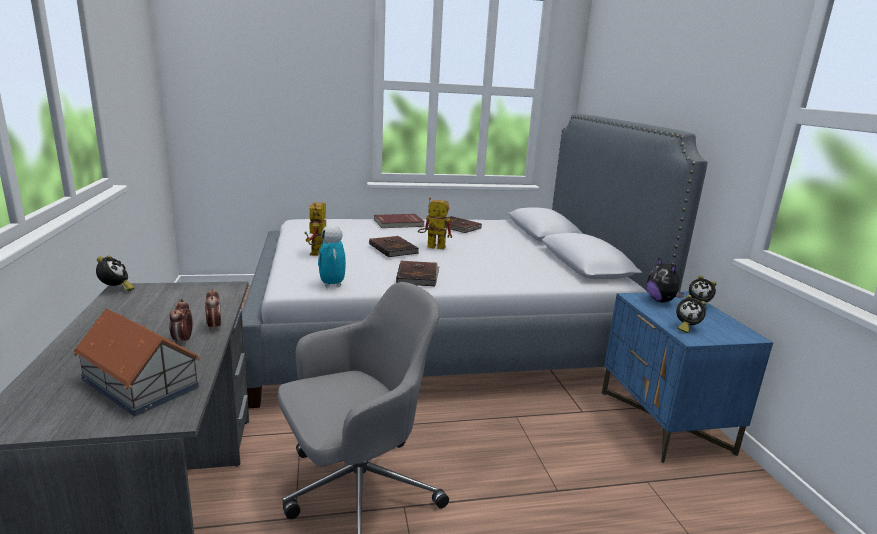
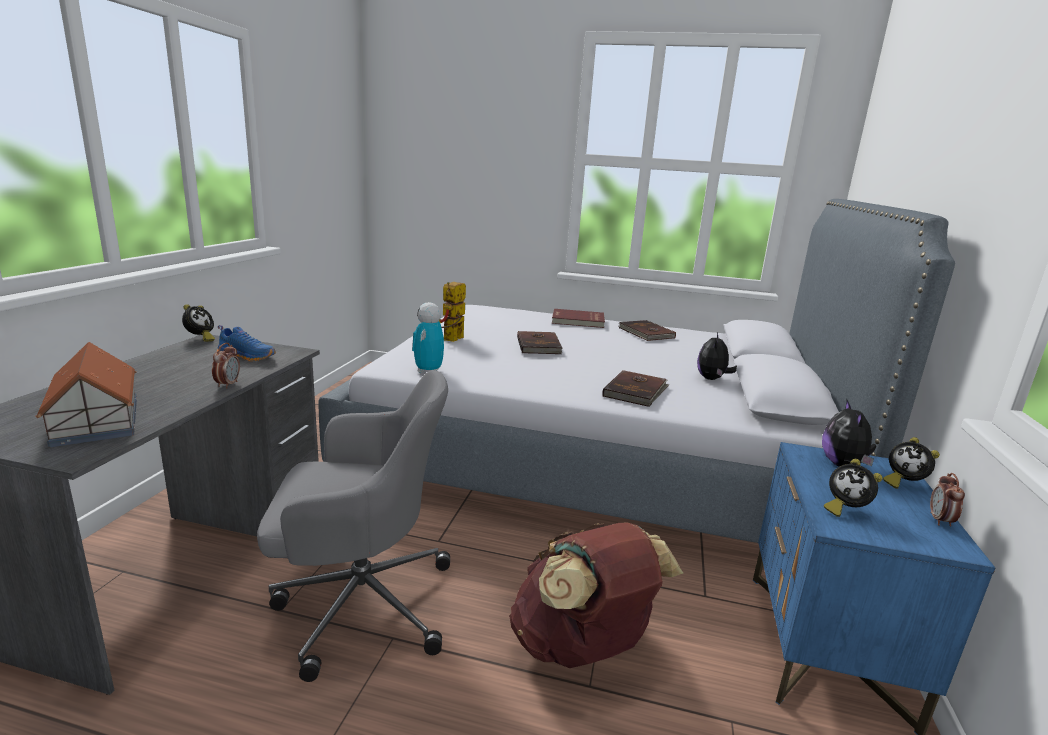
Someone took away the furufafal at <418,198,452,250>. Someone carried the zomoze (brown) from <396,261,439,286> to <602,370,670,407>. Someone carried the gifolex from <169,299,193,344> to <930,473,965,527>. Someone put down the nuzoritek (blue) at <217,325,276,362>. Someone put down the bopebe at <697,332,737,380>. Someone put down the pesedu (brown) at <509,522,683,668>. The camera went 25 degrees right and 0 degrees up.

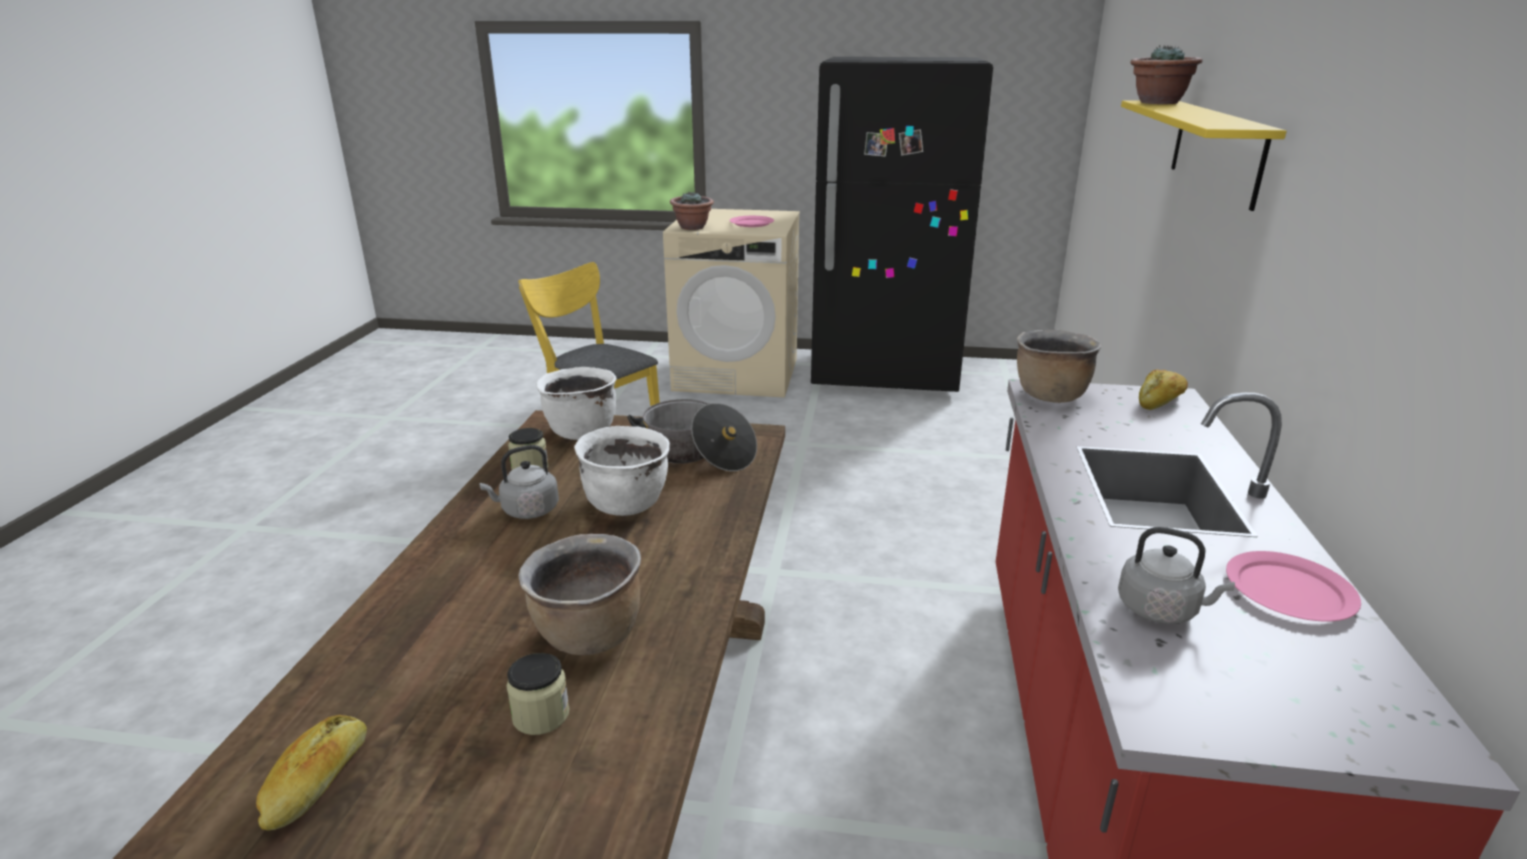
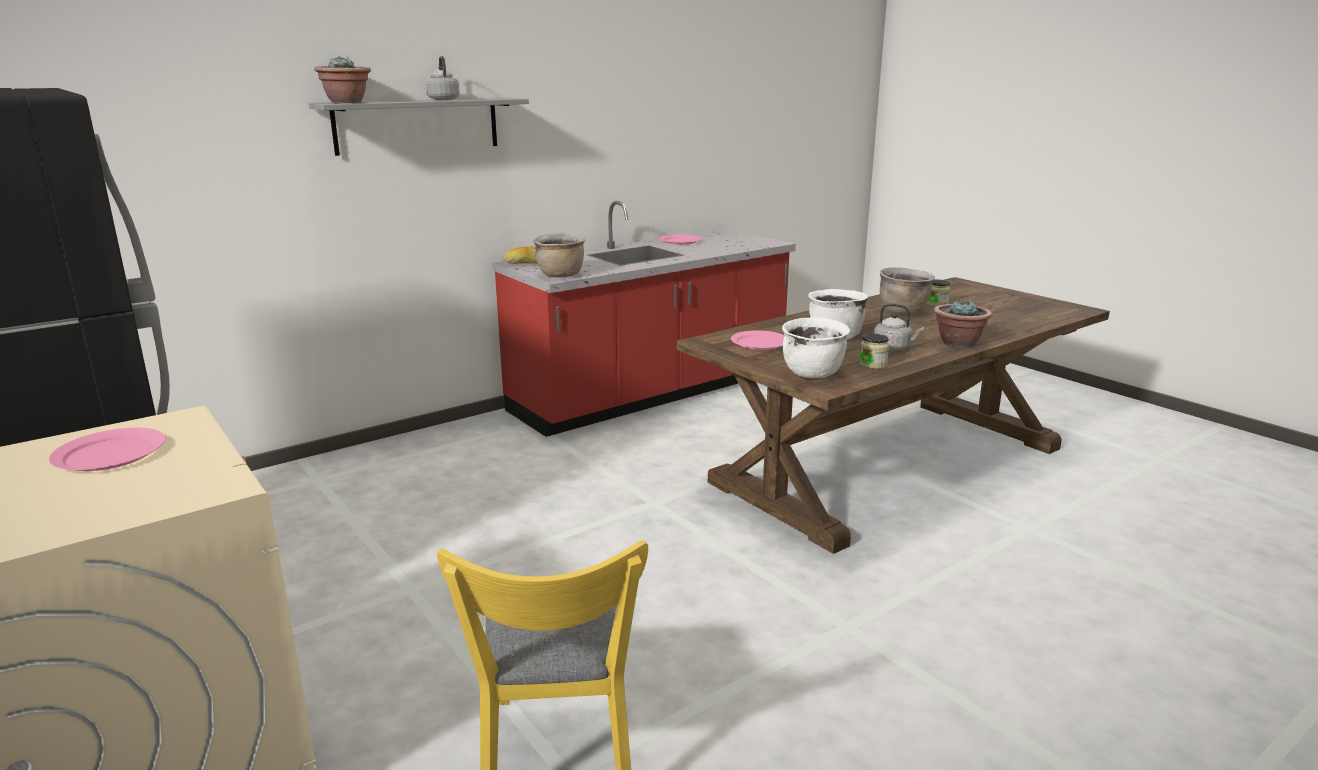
Someone repainted the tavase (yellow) at <1121,100,1287,211>, which became the tavase (grey) at <309,98,529,156>. Someone carried the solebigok from <670,191,714,230> to <934,298,992,348>. Someone swapped the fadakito at <628,399,757,472> for the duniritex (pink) at <731,330,785,350>. Someone carried the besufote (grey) from <1118,527,1235,624> to <425,56,460,100>. Someone took away the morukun at <256,715,367,831>. The camera went 135 degrees left and 5 degrees down.

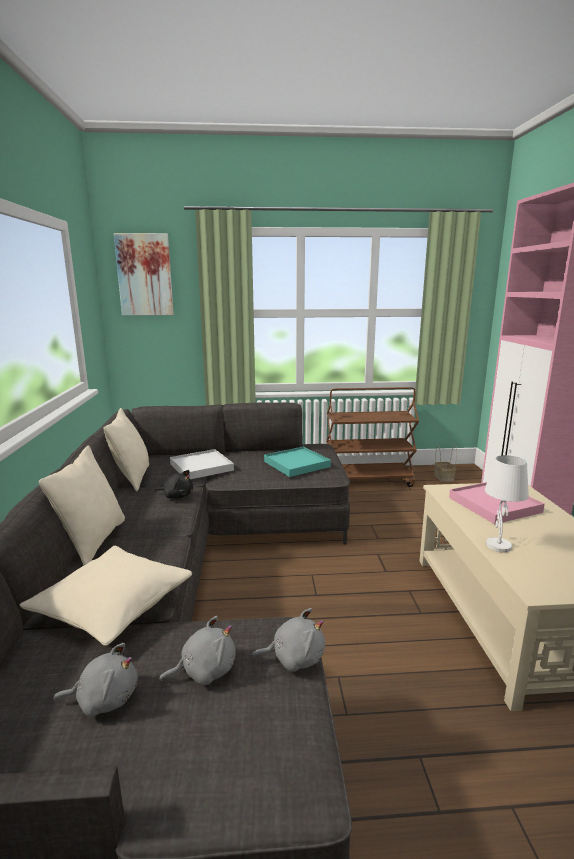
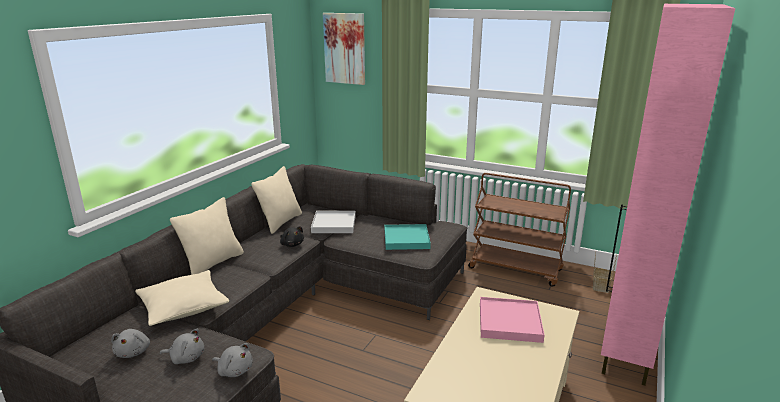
Someone took away the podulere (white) at <485,455,529,552>. Someone rotated the bopebe (grey) at <53,643,138,717> by 60 degrees clockwise. The camera went 30 degrees right and 5 degrees up.

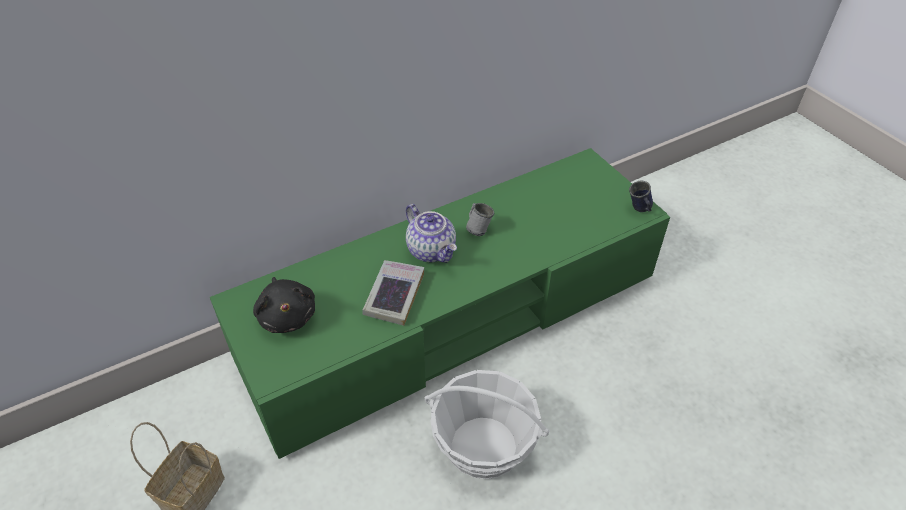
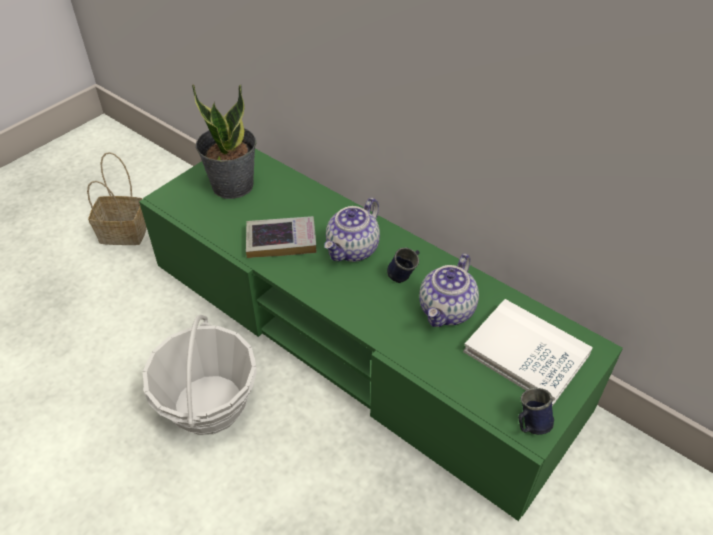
Someone repainted the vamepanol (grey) at <466,203,494,236>, which became the vamepanol (blue) at <387,247,419,283>. Someone swapped the bopebe (black) at <253,277,315,333> for the solebigok at <192,84,256,199>. Someone put down the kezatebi at <419,253,479,327>. Someone put down the zomoze (white) at <463,299,593,406>. The camera went 70 degrees right and 0 degrees up.

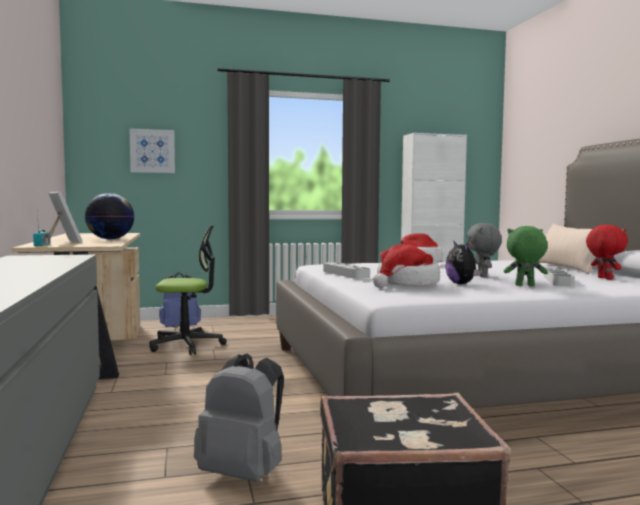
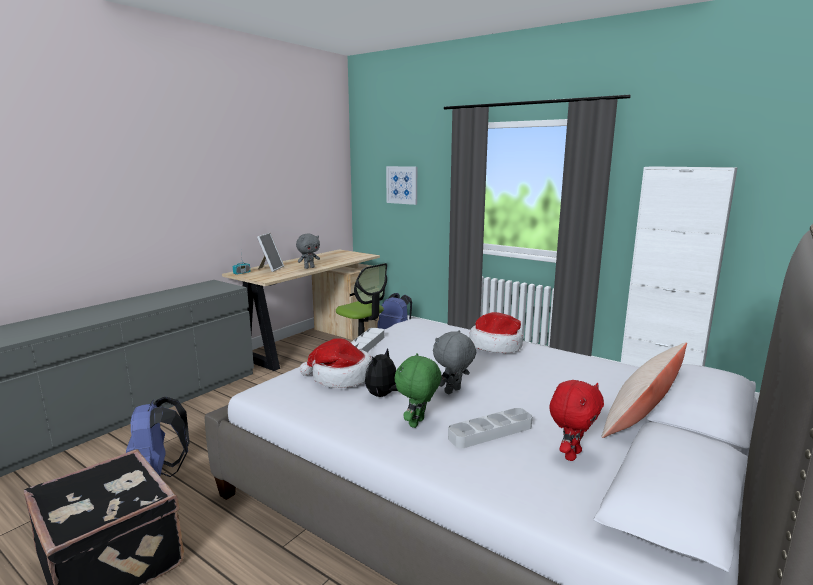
Someone swapped the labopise at <85,193,134,240> for the bopebe (grey) at <296,234,320,269>. Someone rotated the bopebe (green) at <504,226,548,286> by 120 degrees counterclockwise. Someone repainted the pesedu (grey) at <194,354,284,482>, which became the pesedu (blue) at <126,397,190,477>. The camera went 50 degrees right and 10 degrees up.

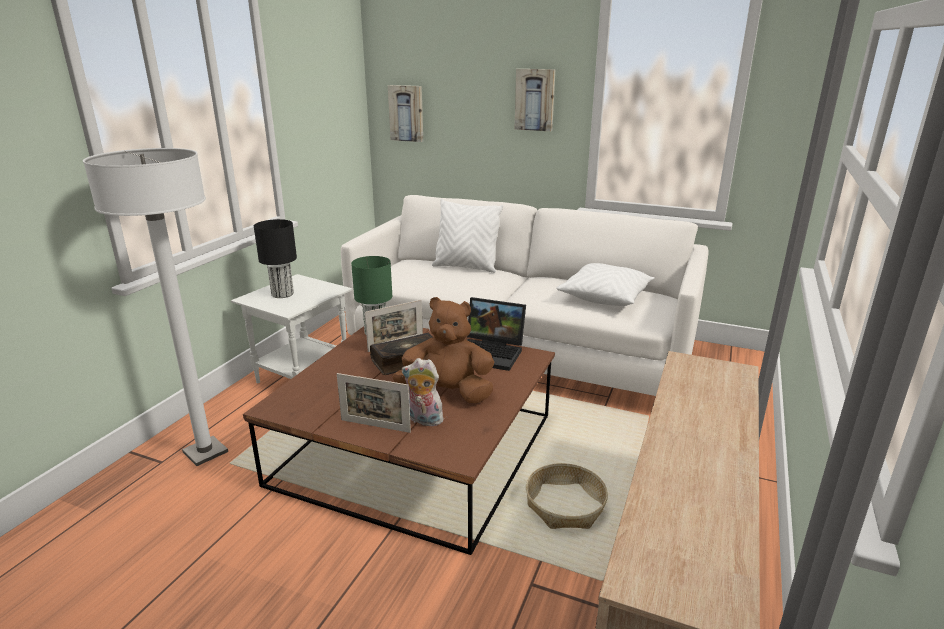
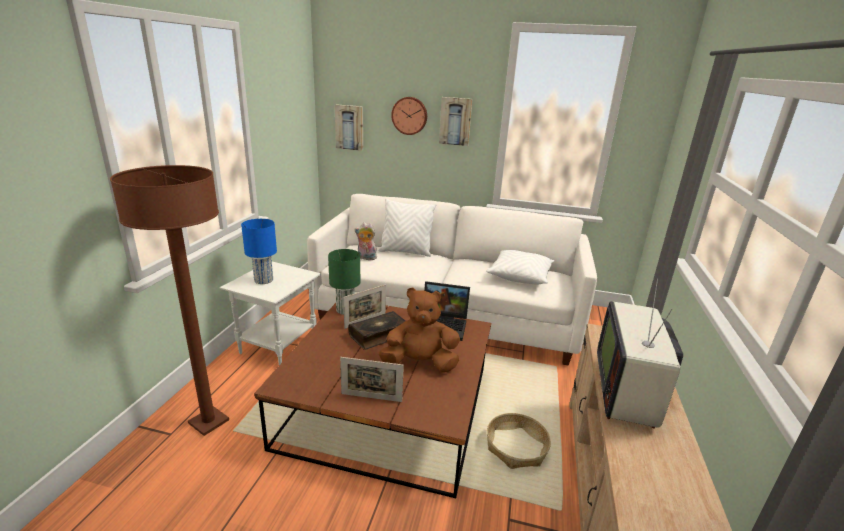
Someone repainted the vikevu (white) at <83,148,228,466>, which became the vikevu (brown) at <110,165,229,436>. Someone repainted the podulere (black) at <254,219,297,298>, which became the podulere (blue) at <241,219,277,284>. Someone carried the bopebe from <402,358,444,426> to <354,222,377,260>. Someone put up the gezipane at <391,97,427,135>. Someone put down the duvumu at <597,279,683,429>. The camera went 10 degrees left and 0 degrees up.

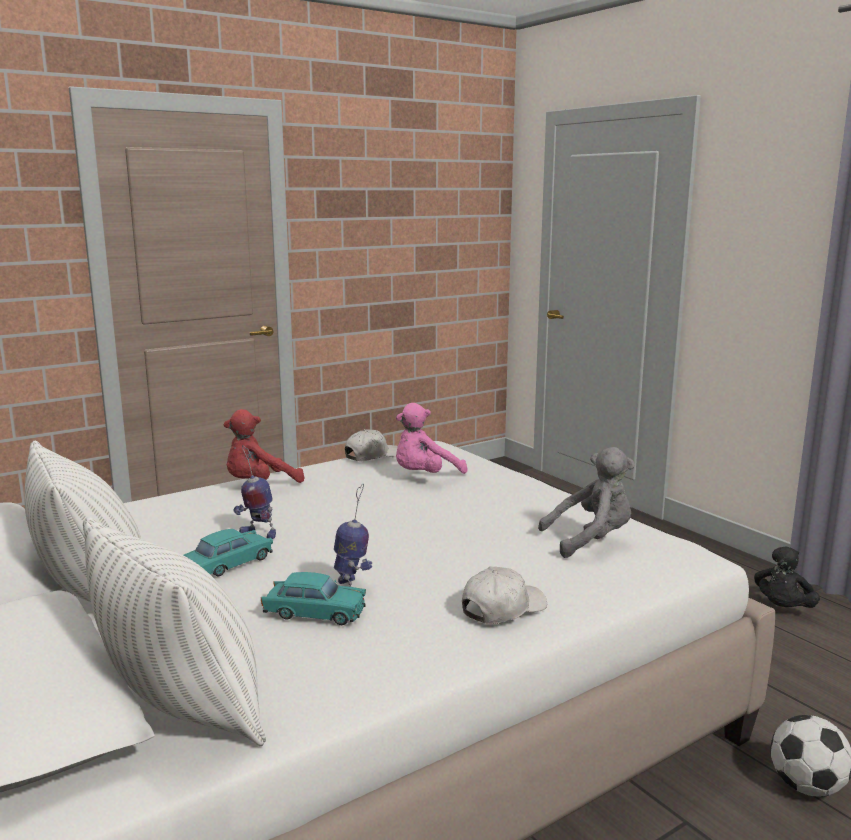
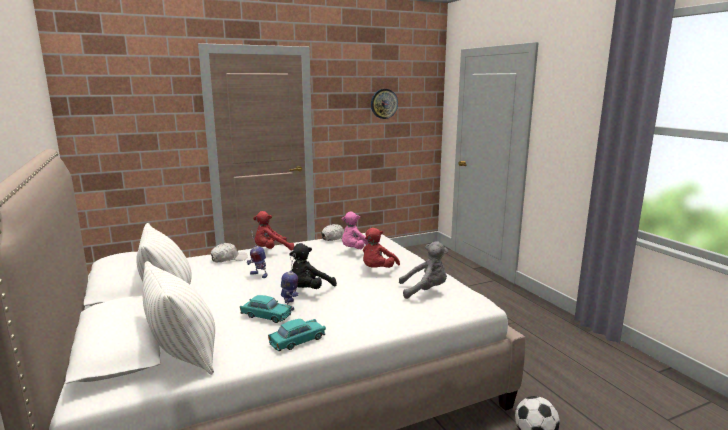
Someone carried the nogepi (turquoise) from <183,529,273,576> to <268,319,326,351>. Someone carried the bopebe (black) from <754,546,820,608> to <289,243,337,289>. Someone carried the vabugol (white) from <462,567,547,624> to <211,243,248,262>. Someone put up the gezipane at <371,89,398,119>. Someone put down the bopebe (red) at <363,228,400,268>. The camera went 10 degrees right and 0 degrees up.

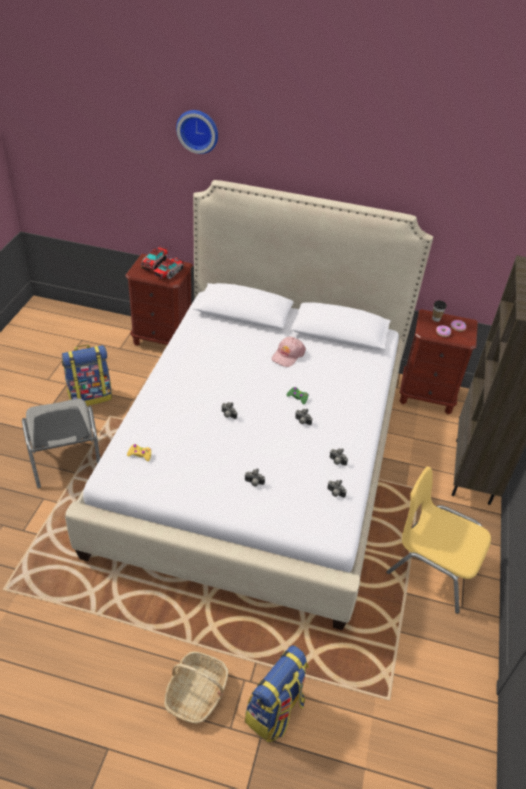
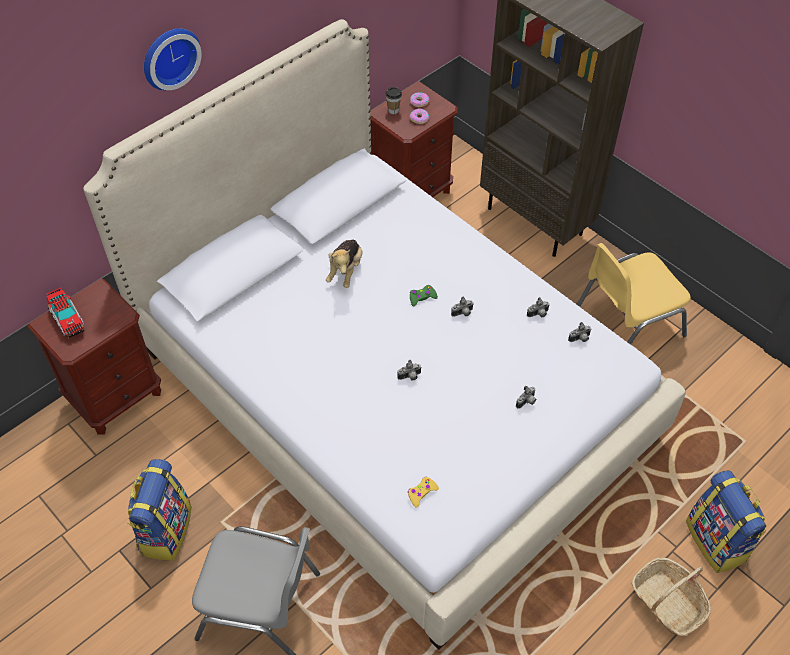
Someone carried the gezipane from <176,110,218,154> to <144,28,202,90>. Someone took away the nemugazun at <153,258,184,279>. Someone swapped the vabugol (pink) at <272,337,306,367> for the bopebe at <326,239,363,288>. The camera went 55 degrees left and 10 degrees up.

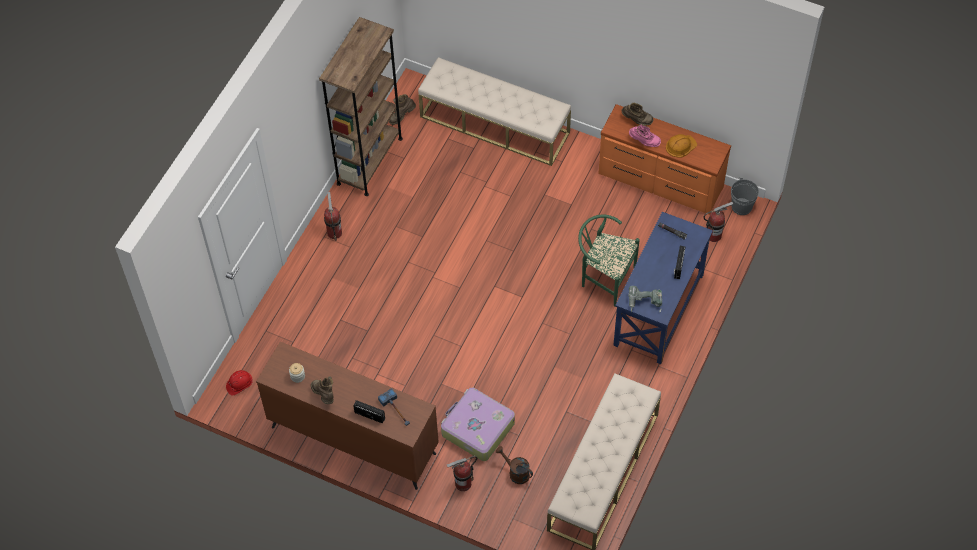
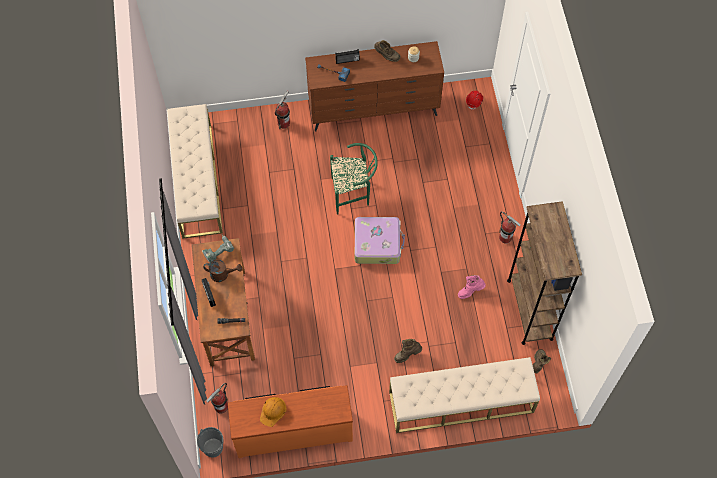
Someone carried the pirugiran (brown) from <622,103,654,125> to <394,339,422,363>. Someone carried the pirugiran (pink) from <629,124,661,147> to <458,275,486,299>. Someone repainted the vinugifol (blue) at <613,212,713,364>, which became the vinugifol (brown) at <192,238,255,366>. Someone carried the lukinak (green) from <578,215,640,307> to <330,143,378,215>. Someone carried the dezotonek from <441,388,515,461> to <355,217,405,264>. Someone carried the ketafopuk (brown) from <496,446,533,484> to <203,260,242,282>. The camera went 145 degrees right and 5 degrees up.

